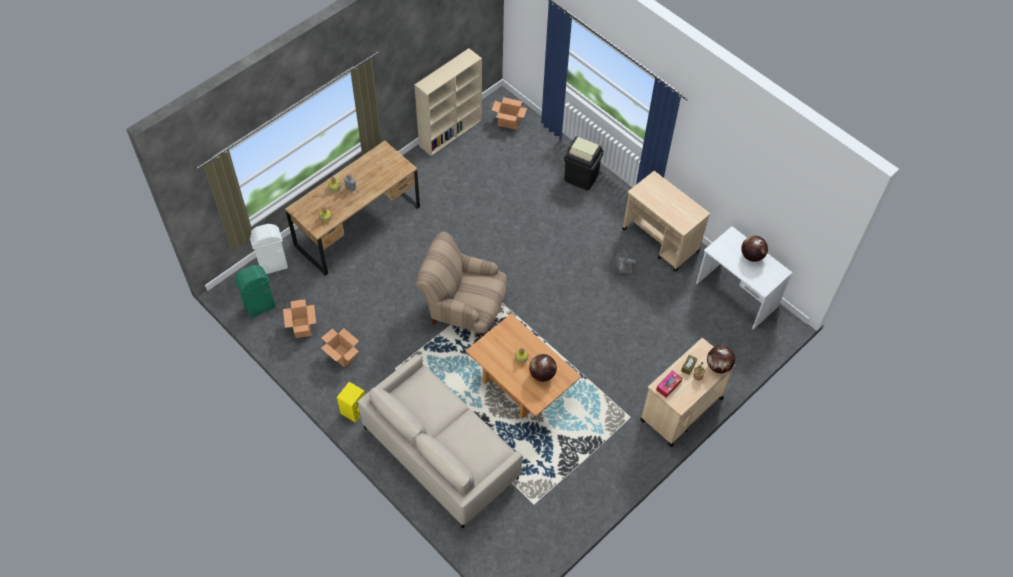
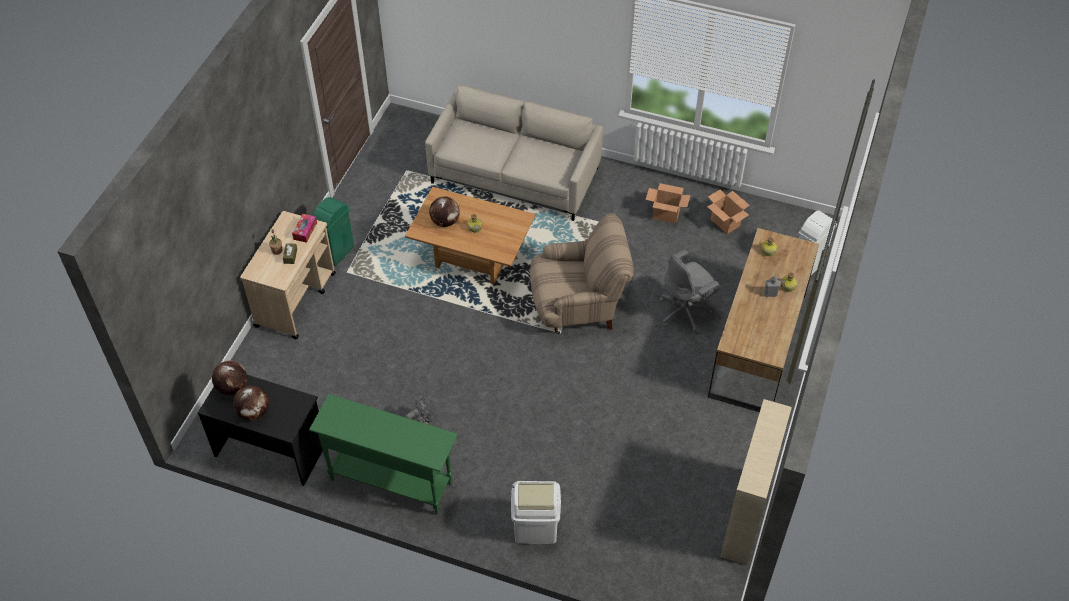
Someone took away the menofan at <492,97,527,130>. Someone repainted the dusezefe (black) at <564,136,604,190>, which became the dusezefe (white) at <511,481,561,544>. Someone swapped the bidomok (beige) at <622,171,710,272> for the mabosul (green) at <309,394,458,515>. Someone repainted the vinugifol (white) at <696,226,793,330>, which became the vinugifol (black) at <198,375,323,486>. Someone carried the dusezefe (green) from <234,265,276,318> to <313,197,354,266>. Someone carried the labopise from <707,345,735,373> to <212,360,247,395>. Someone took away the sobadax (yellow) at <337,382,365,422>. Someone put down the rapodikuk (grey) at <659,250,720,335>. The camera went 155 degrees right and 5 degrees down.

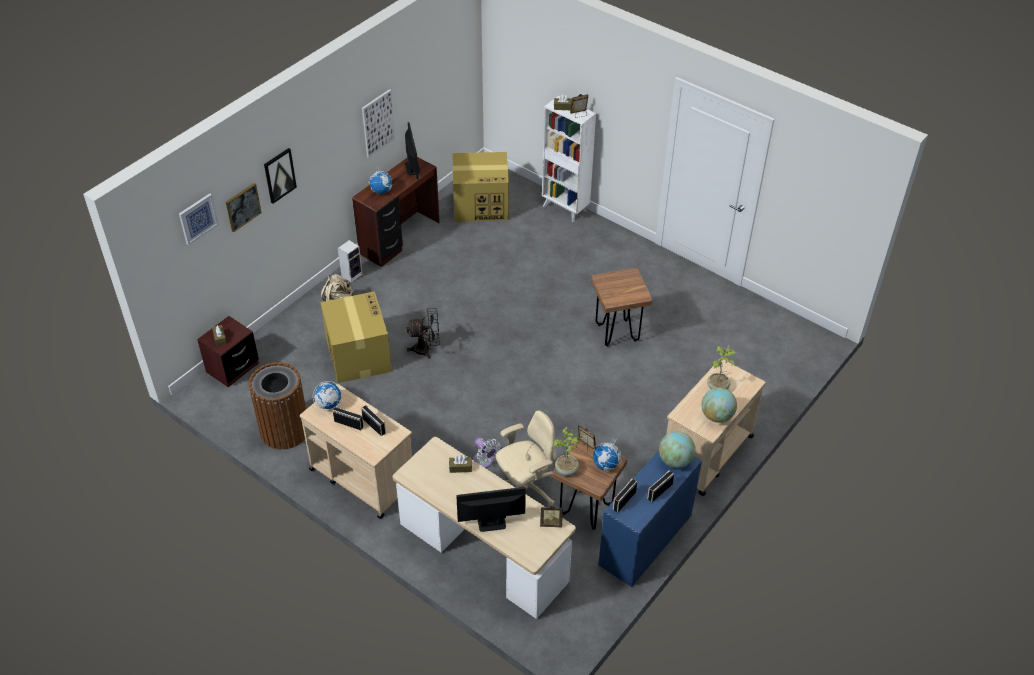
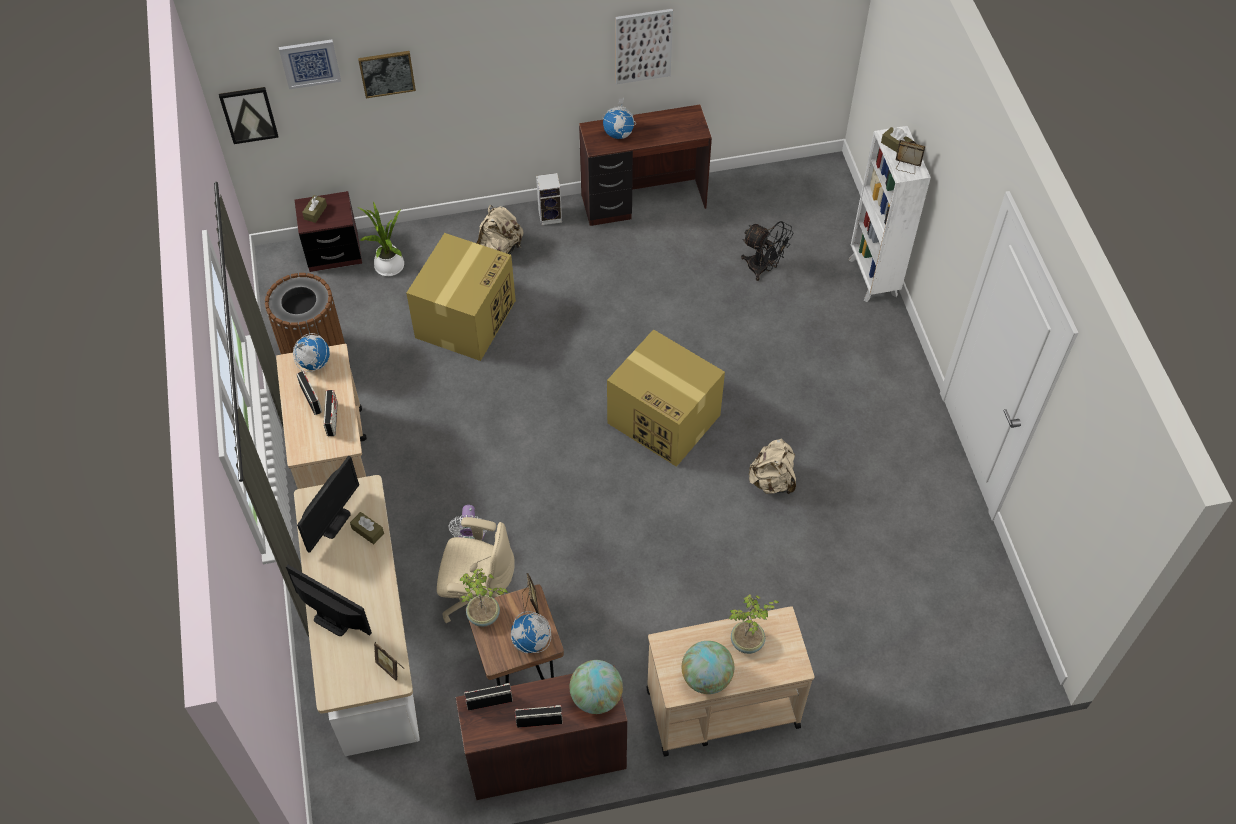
Someone carried the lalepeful from <405,122,420,179> to <297,456,359,553>. Someone carried the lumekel from <264,148,297,204> to <219,87,279,144>. Someone carried the menofan from <452,152,509,222> to <607,329,725,467>. Someone swapped the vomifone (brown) at <591,268,652,347> for the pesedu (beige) at <748,439,796,494>. Someone carried the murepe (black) from <406,308,439,359> to <741,221,793,281>. Someone repainted the vinugifol (blue) at <598,451,702,587>, which became the vinugifol (brown) at <456,665,627,800>. Someone put down the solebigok at <357,202,404,276>. The camera went 40 degrees right and 10 degrees up.

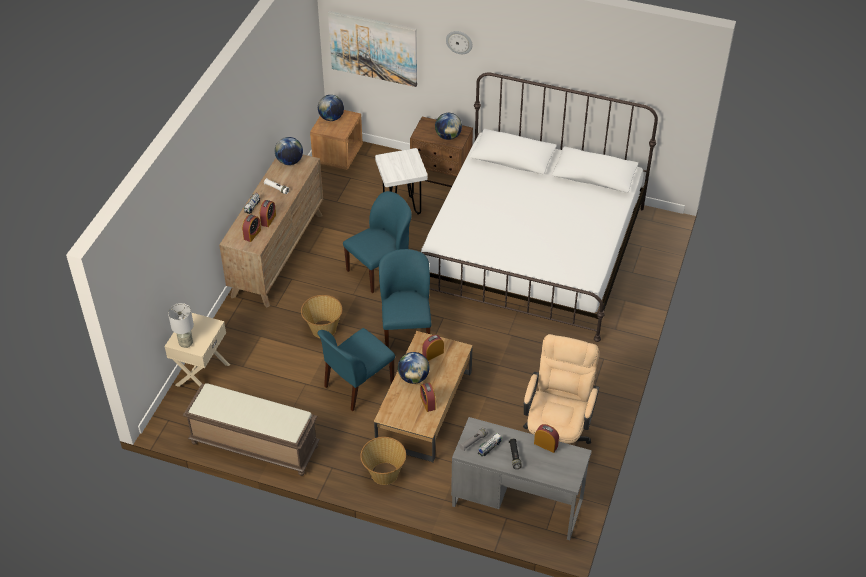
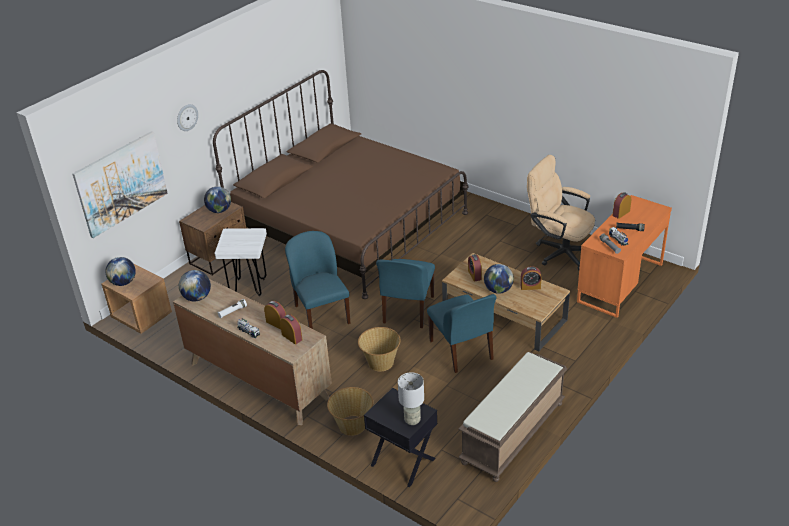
Someone repainted the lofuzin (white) at <421,73,658,342>, which became the lofuzin (brown) at <213,70,468,299>. Someone rotated the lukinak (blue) at <379,249,431,348> by 90 degrees counterclockwise. Someone repainted the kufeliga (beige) at <165,313,230,387>, which became the kufeliga (black) at <364,388,437,487>. Someone repainted the vinugifol (grey) at <451,417,592,540>, which became the vinugifol (orange) at <577,195,672,318>. Someone carried the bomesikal from <360,437,406,485> to <327,387,373,436>. The camera went 70 degrees left and 10 degrees down.

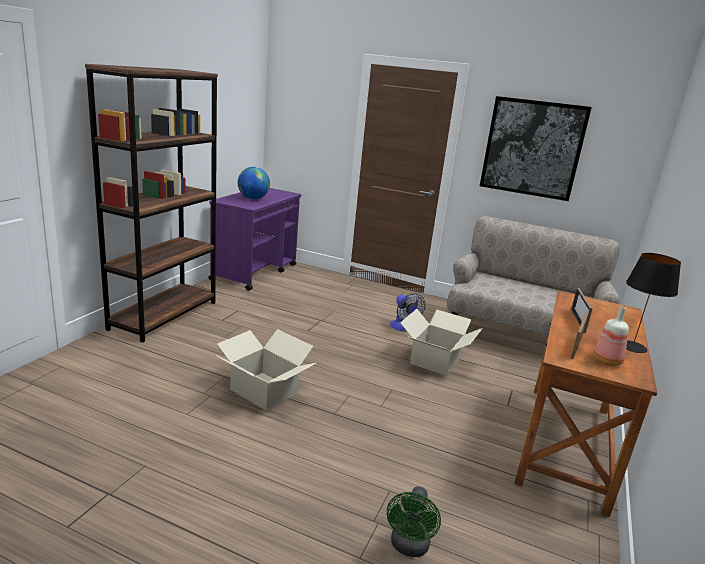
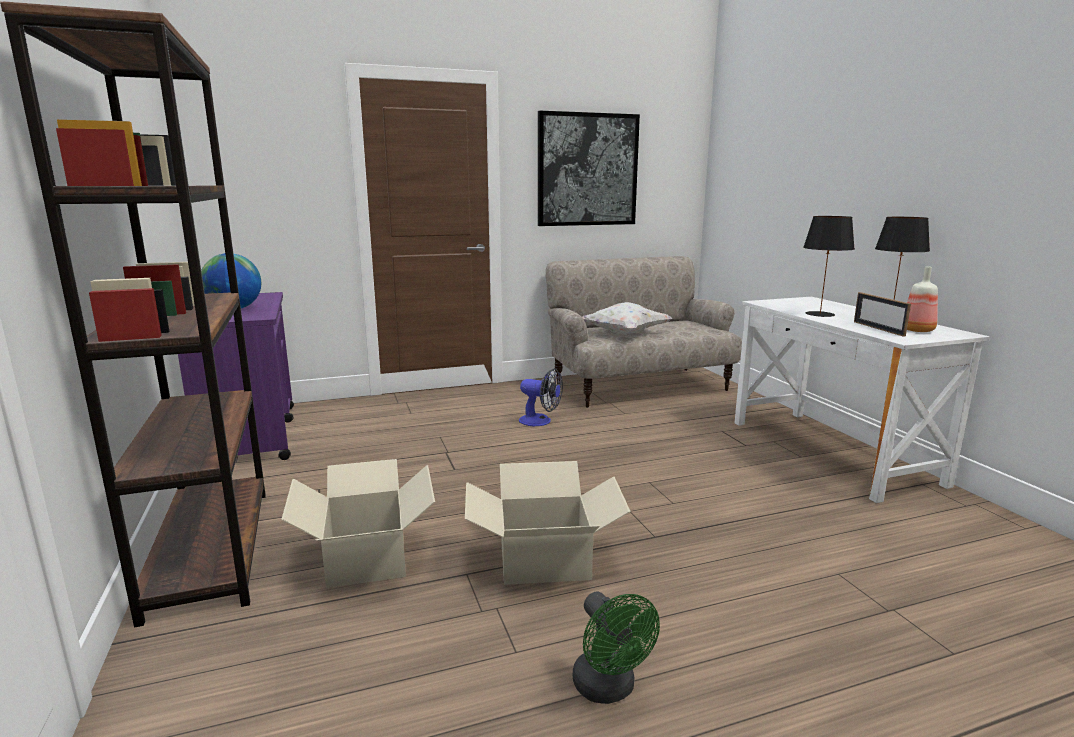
Someone swapped the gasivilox at <571,288,592,333> for the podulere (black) at <803,216,855,317>. Someone repainted the vinugifol (brown) at <514,291,657,517>, which became the vinugifol (white) at <735,297,990,503>. Someone carried the menofan from <401,309,483,376> to <281,459,435,588>. Someone carried the murepe (green) from <387,486,441,557> to <573,592,660,704>. Someone put down the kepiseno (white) at <582,302,672,334>. The camera went 40 degrees left and 5 degrees down.

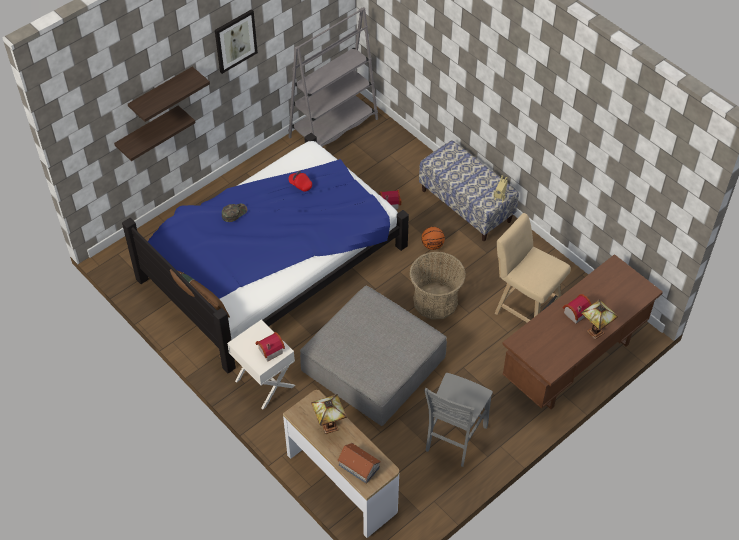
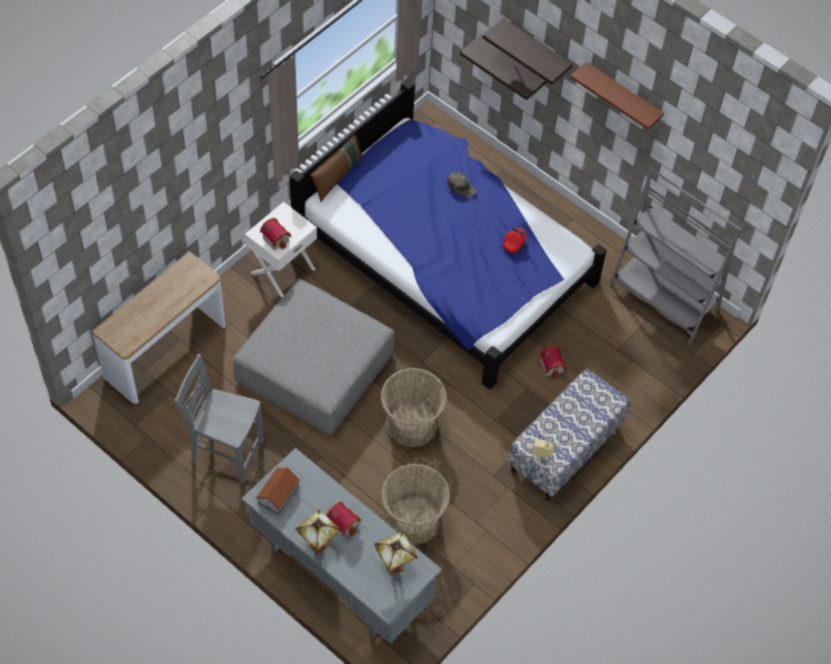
Someone swapped the lumekel at <215,9,258,74> for the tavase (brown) at <570,62,664,130>. Someone swapped the vomifone (beige) at <495,213,571,323> for the bomesikal at <381,464,450,545>. Someone took away the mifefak at <422,227,445,250>. Someone repainted the vinugifol (brown) at <502,254,663,409>, which became the vinugifol (grey) at <242,448,442,644>. Someone carried the podulere from <311,394,347,434> to <374,531,418,576>. Someone carried the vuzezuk from <337,443,381,484> to <256,467,300,515>. The camera went 80 degrees right and 5 degrees up.

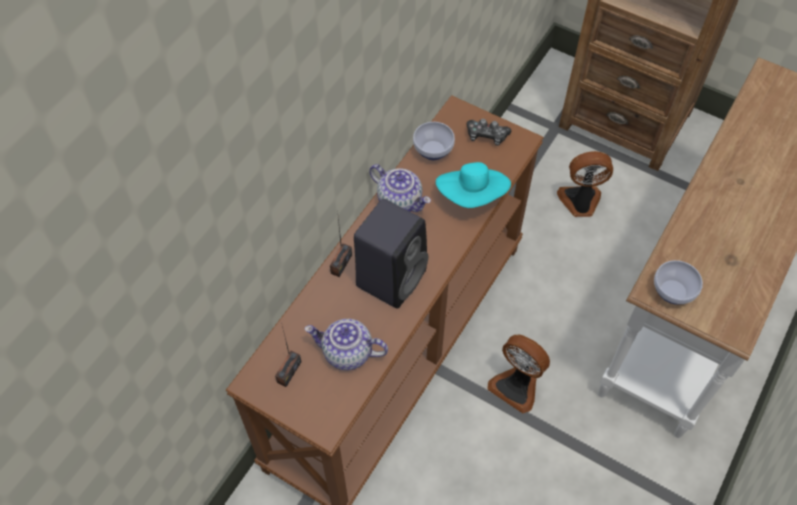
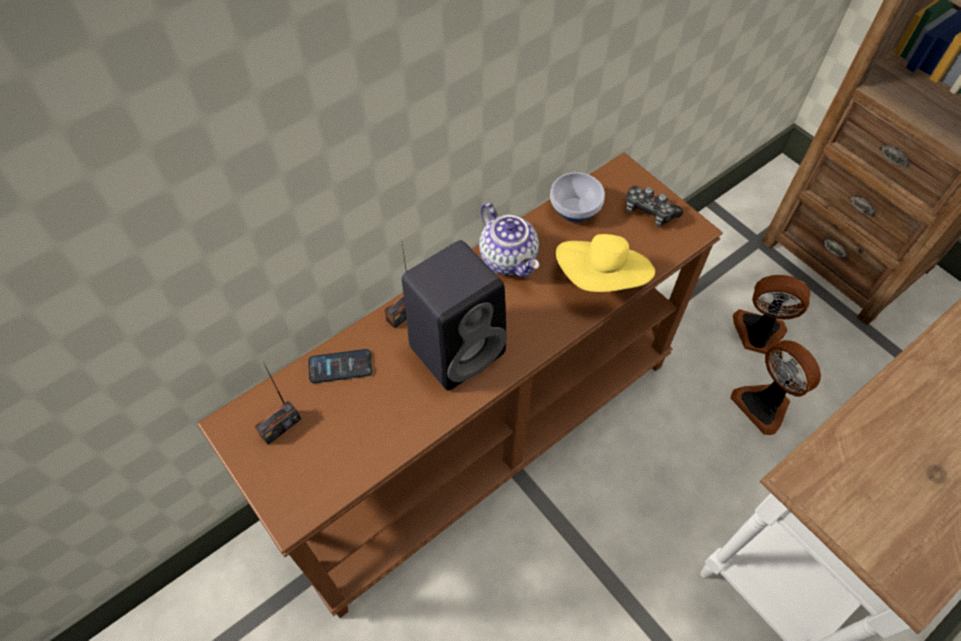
Someone repainted the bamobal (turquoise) at <436,162,511,208>, which became the bamobal (yellow) at <556,234,655,292>. Someone took away the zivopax at <654,260,703,305>. Someone took away the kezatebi at <305,319,388,370>. Someone carried the murepe from <487,335,550,413> to <730,340,821,435>. Someone put down the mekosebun at <308,349,373,383>. The camera went 20 degrees right and 0 degrees up.

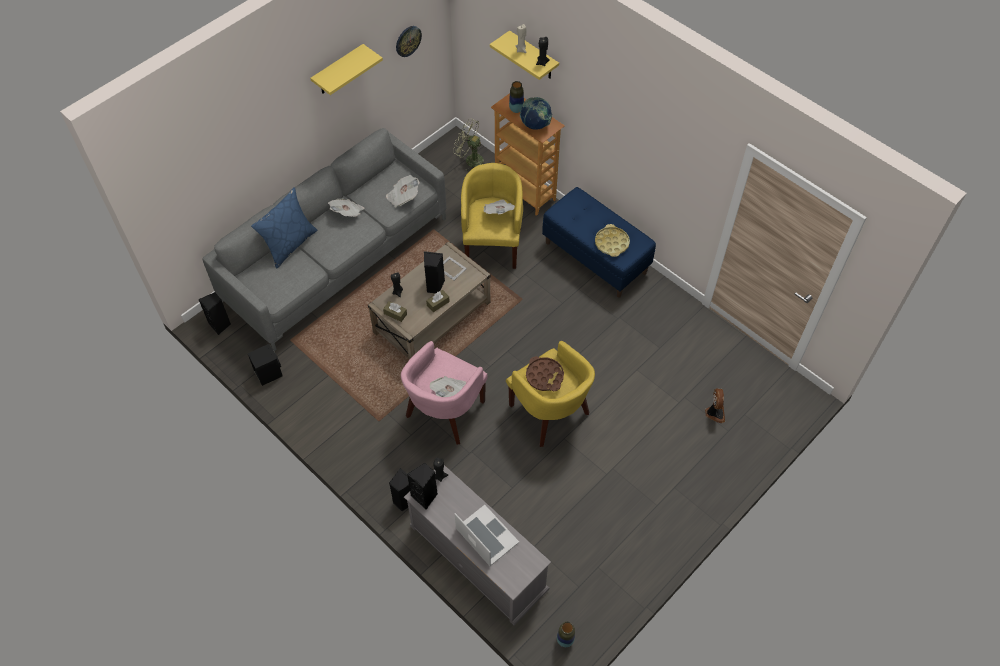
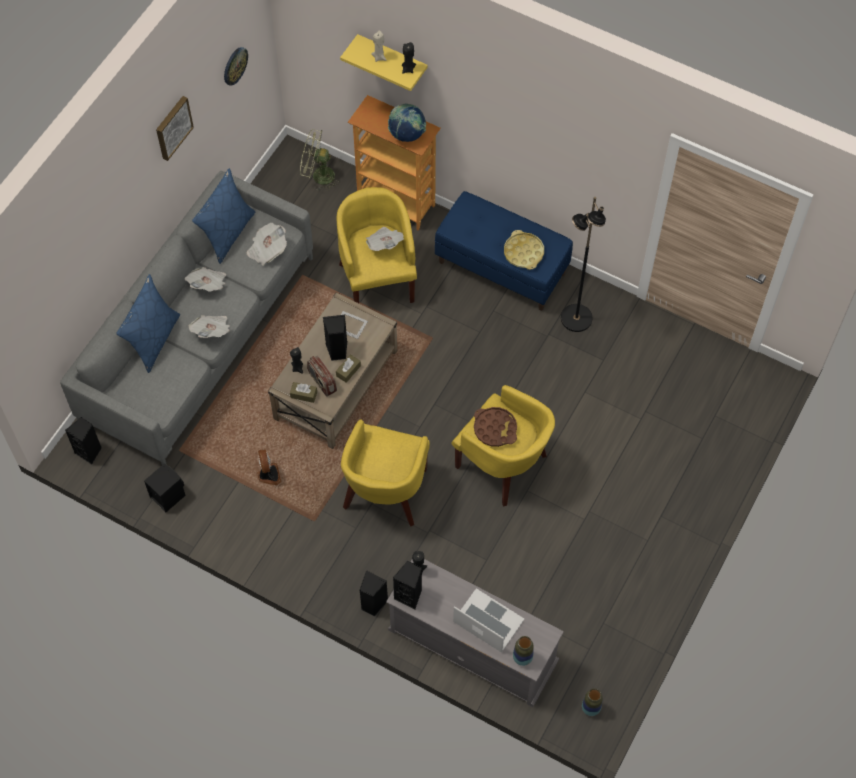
Someone swapped the tavase (yellow) at <310,44,383,95> for the lumekel at <156,96,194,161>. Someone carried the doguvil from <509,81,524,113> to <513,636,534,666>. Someone repainted the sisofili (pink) at <401,341,488,445>, which became the sisofili (yellow) at <341,419,430,526>. Someone carried the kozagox from <430,376,467,397> to <189,315,230,338>. Someone carried the murepe from <705,388,725,423> to <257,449,281,485>. Someone put down the kepiseno (blue) at <192,168,255,264>. Someone put down the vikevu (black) at <561,197,606,332>. Someone put down the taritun at <307,356,337,397>. The camera went 15 degrees left and 5 degrees up.

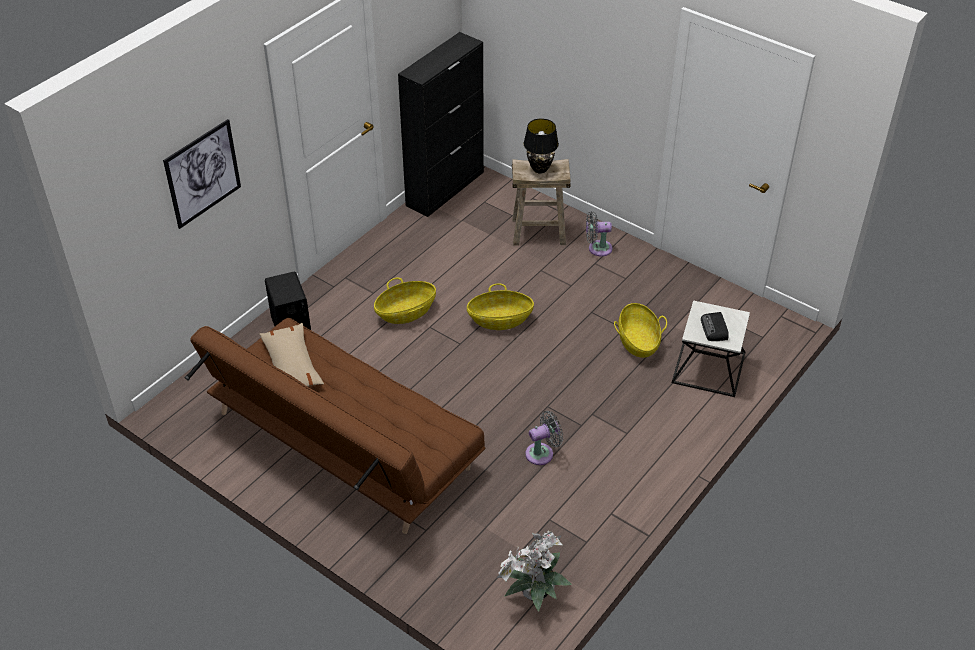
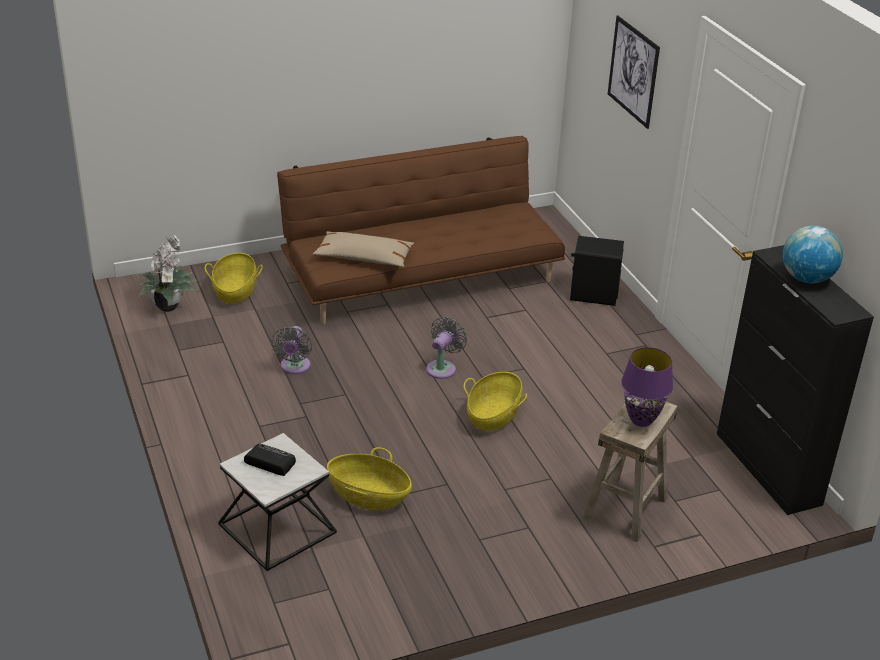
Someone repainted the podulere (black) at <524,118,559,173>, which became the podulere (purple) at <621,347,673,427>. Someone carried the murepe (grey) from <586,211,613,257> to <426,316,467,379>. Someone carried the bomesikal from <374,278,436,324> to <205,253,263,304>. Someone carried the kepiseno (beige) from <259,323,324,387> to <313,231,414,267>. Someone put down the labopise at <783,226,843,283>. The camera went 120 degrees right and 10 degrees down.

